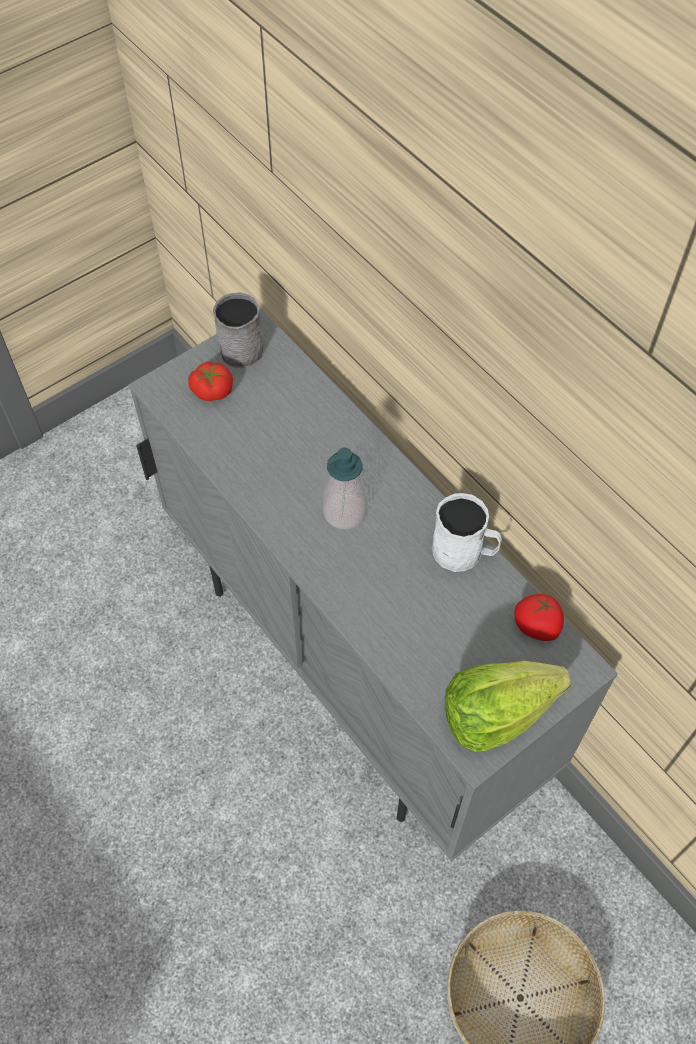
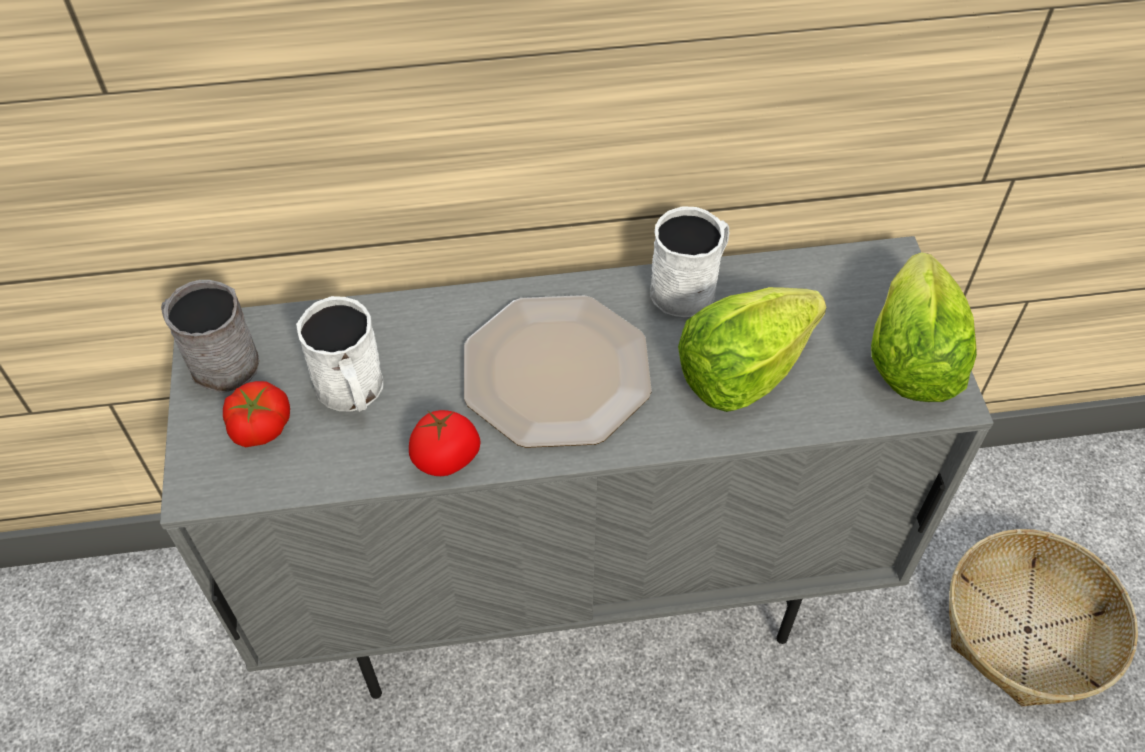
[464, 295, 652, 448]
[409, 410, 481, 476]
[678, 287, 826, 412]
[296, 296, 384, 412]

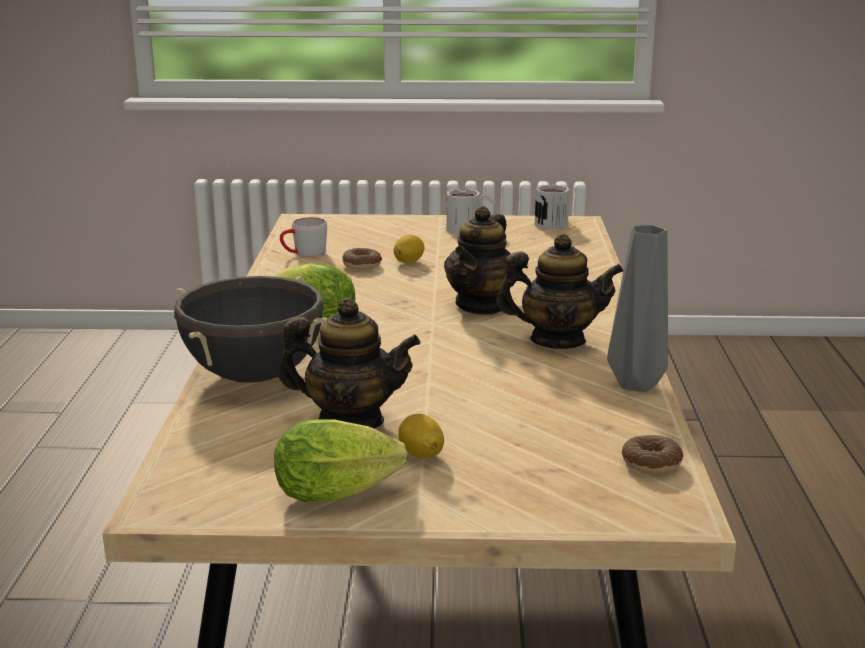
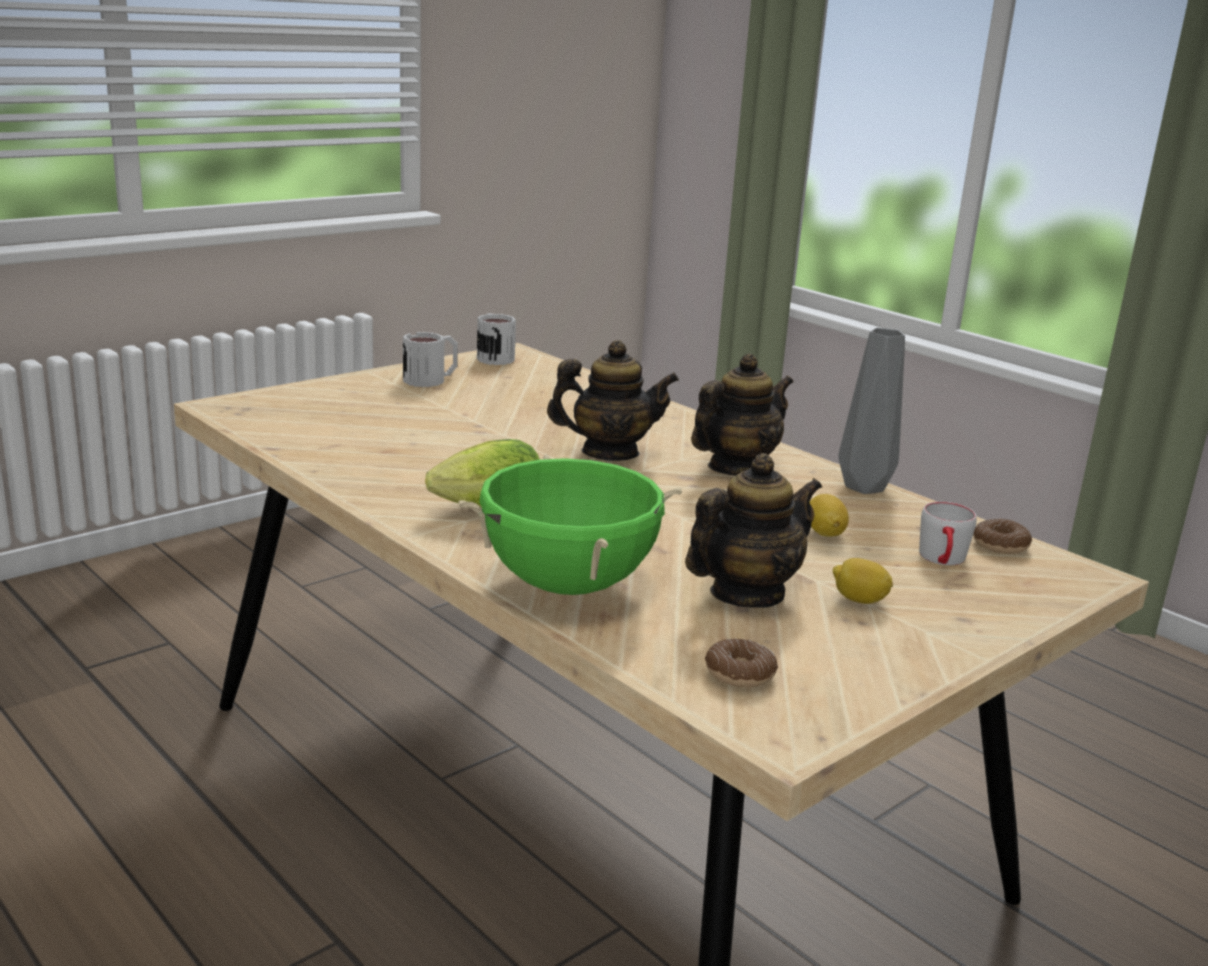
[547, 340, 679, 461]
[919, 502, 977, 565]
[810, 494, 849, 537]
[705, 639, 778, 687]
[458, 454, 682, 595]
[274, 420, 408, 502] (first image)

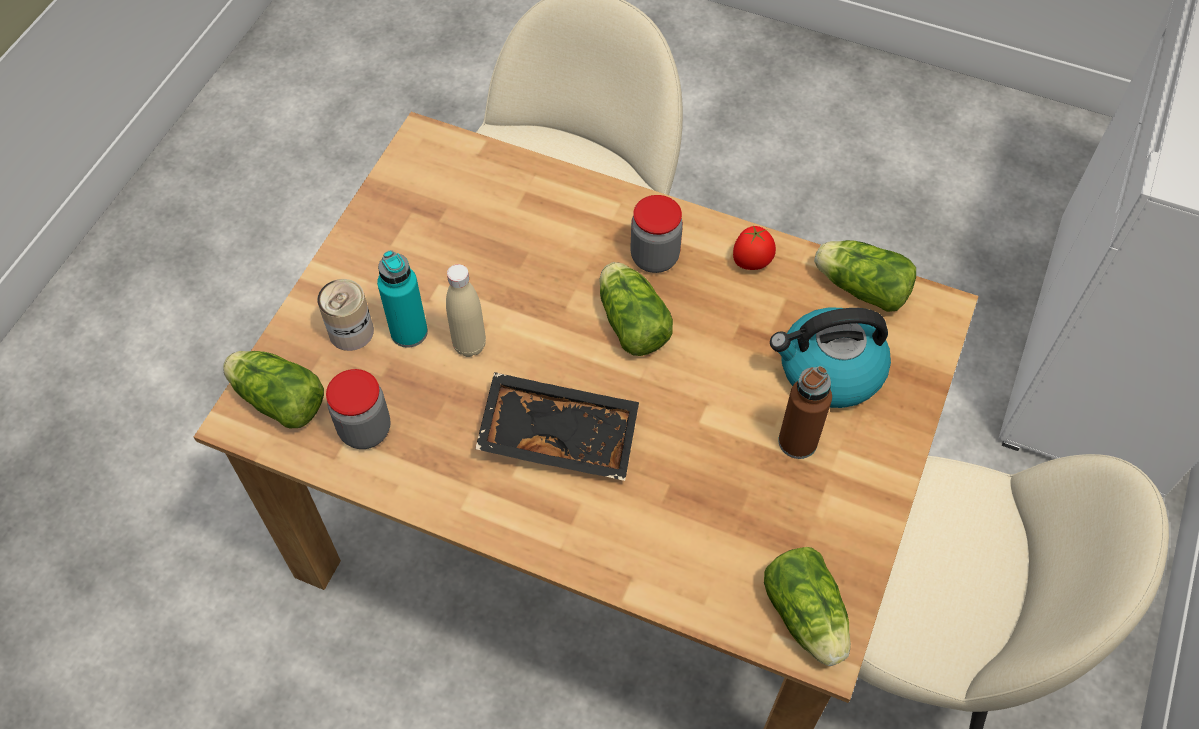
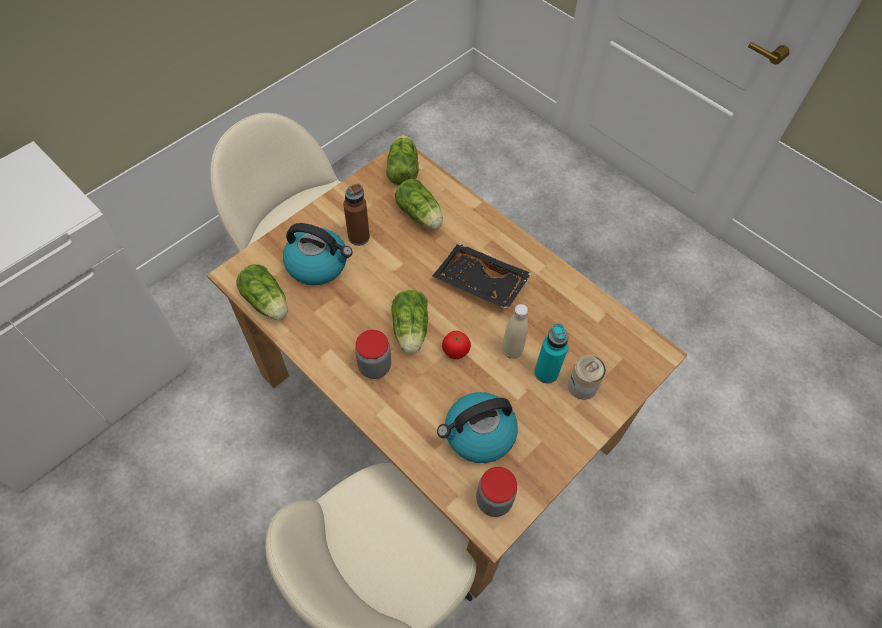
[442, 331, 471, 359]
[395, 179, 443, 229]
[476, 467, 517, 517]
[437, 392, 518, 463]

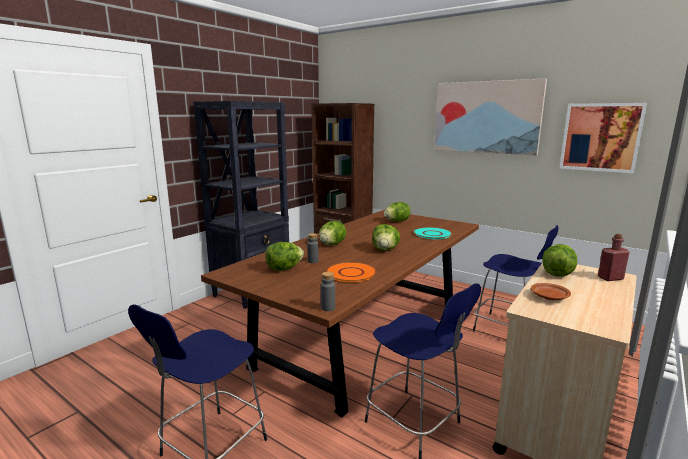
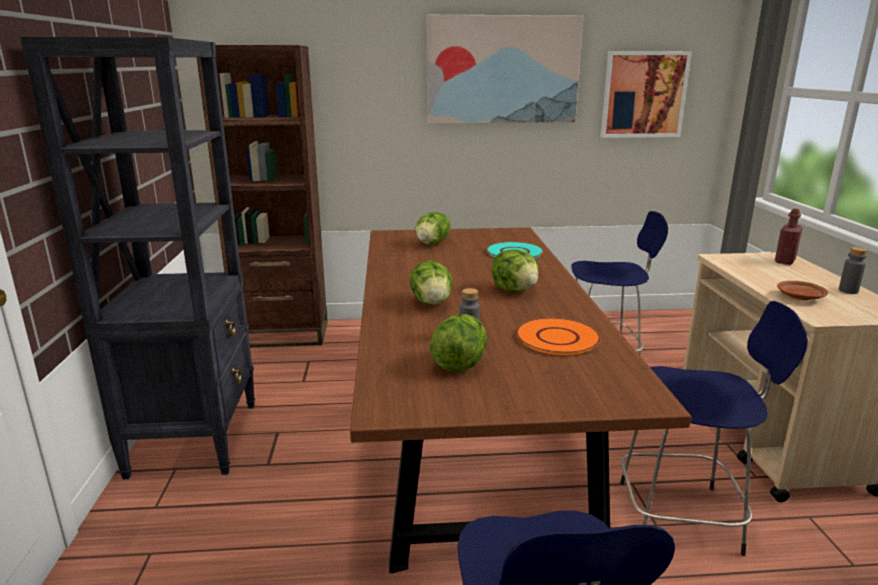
[542, 244, 577, 277] (first image)
[839, 247, 867, 294]

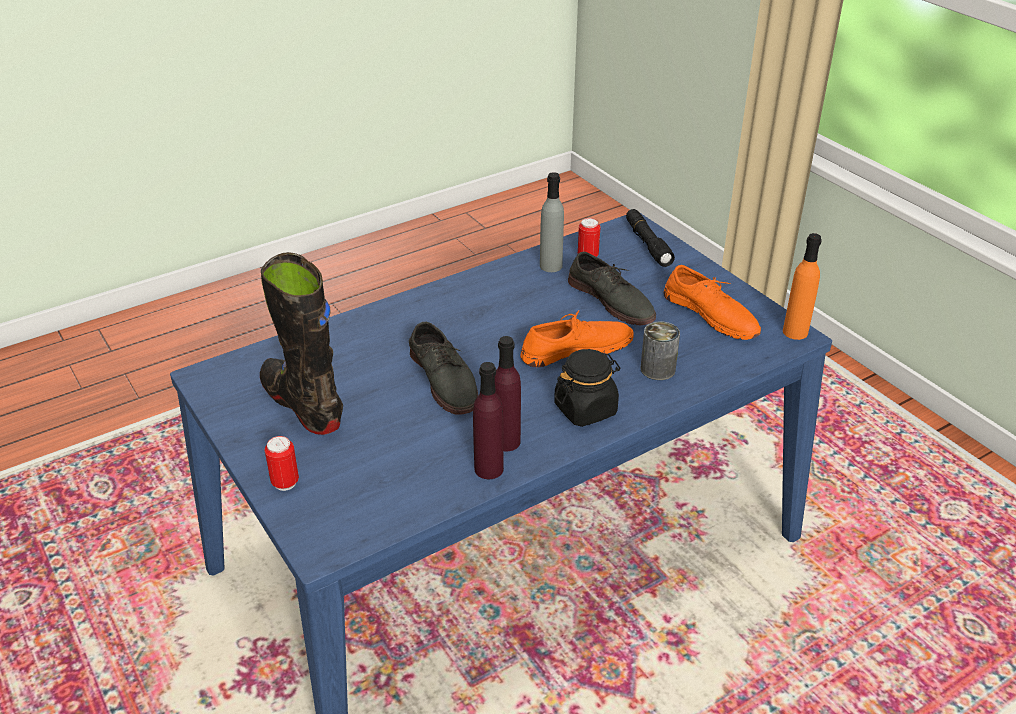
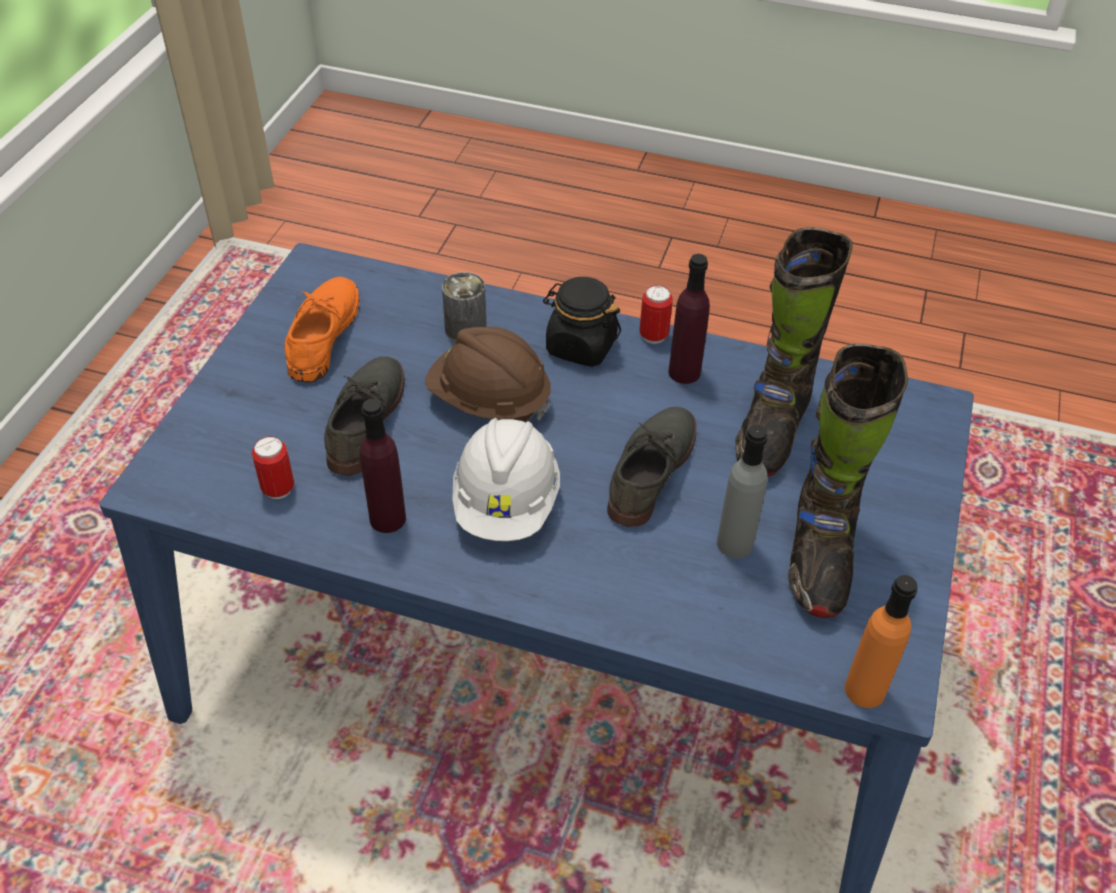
[717, 425, 768, 558]
[626, 209, 675, 267] (first image)
[845, 575, 918, 708]
[425, 327, 551, 422]
[360, 399, 406, 533]
[640, 285, 673, 344]
[735, 227, 853, 477]
[452, 418, 560, 541]

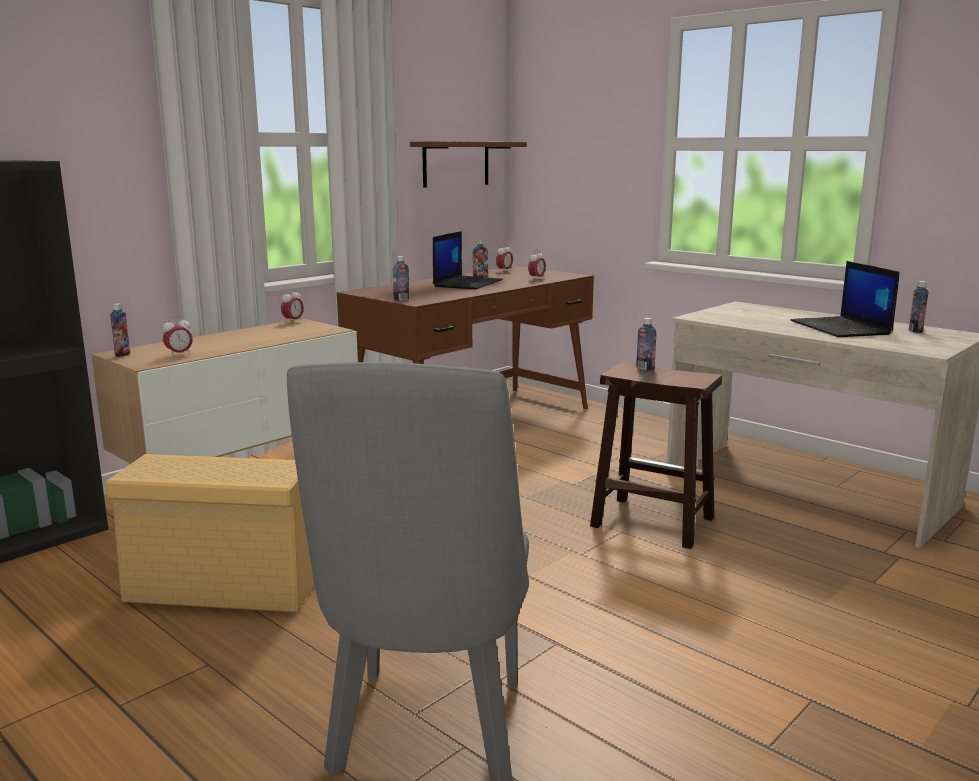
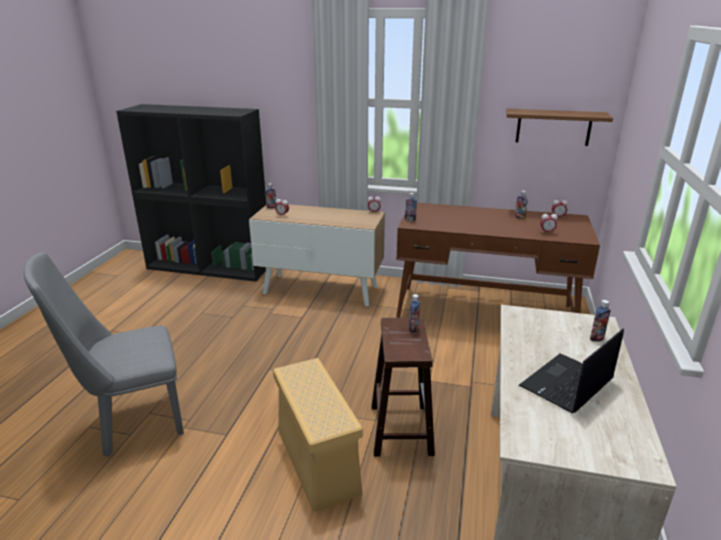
[433, 231, 503, 290] (first image)
[590, 300, 611, 342]
[273, 358, 363, 512]

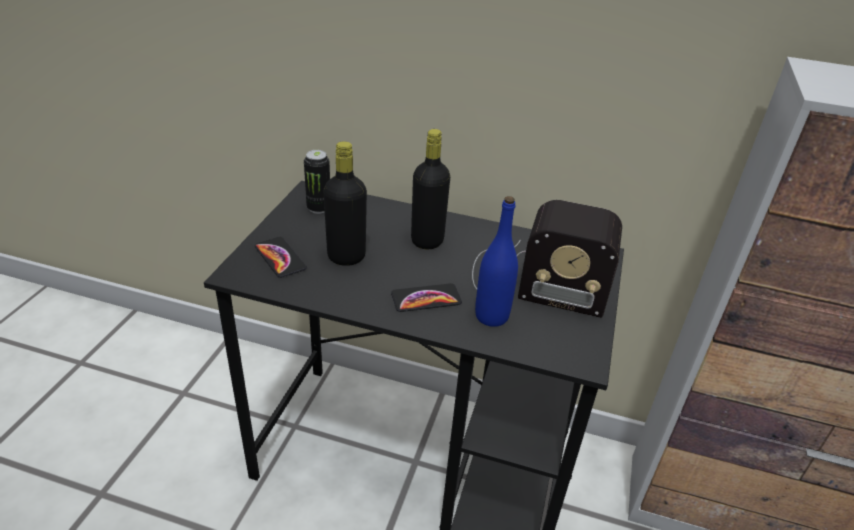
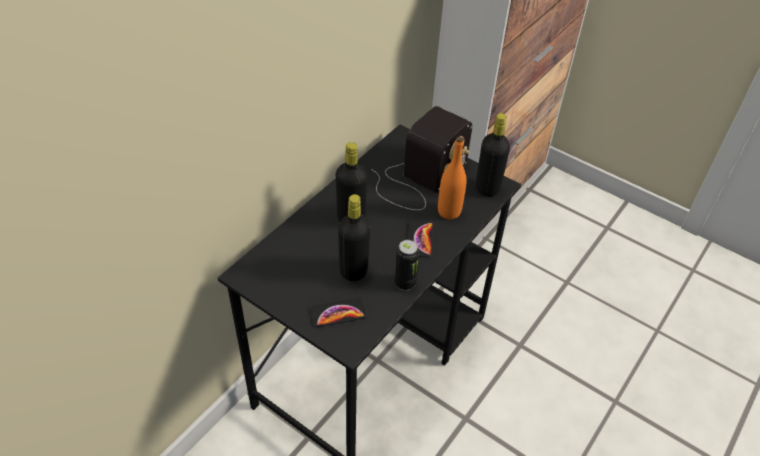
[394, 240, 420, 291]
[438, 137, 467, 219]
[476, 113, 510, 197]

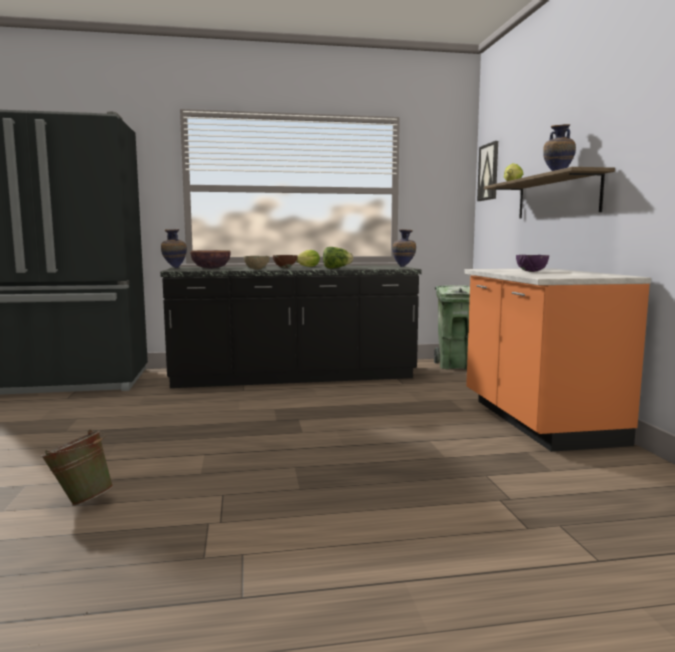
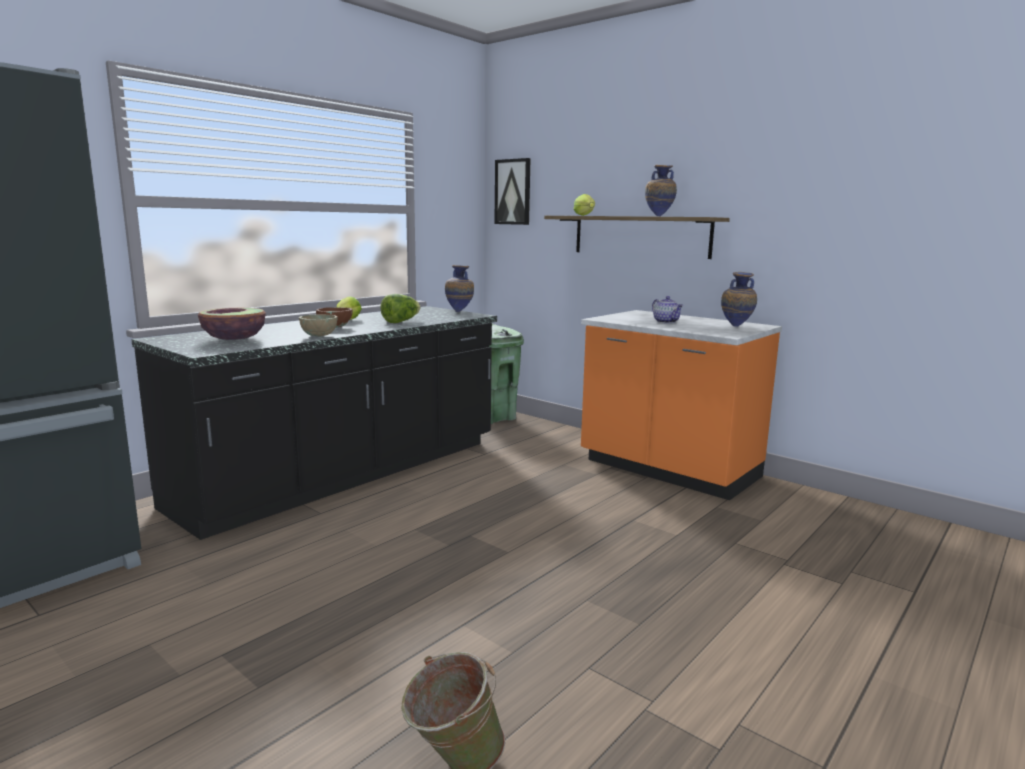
[721, 272, 757, 327]
[652, 296, 683, 324]

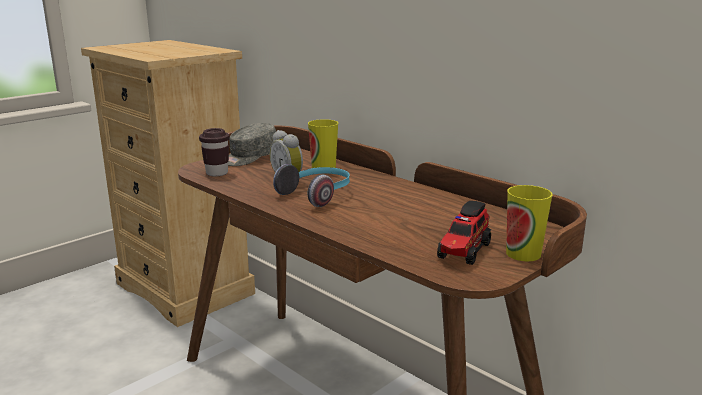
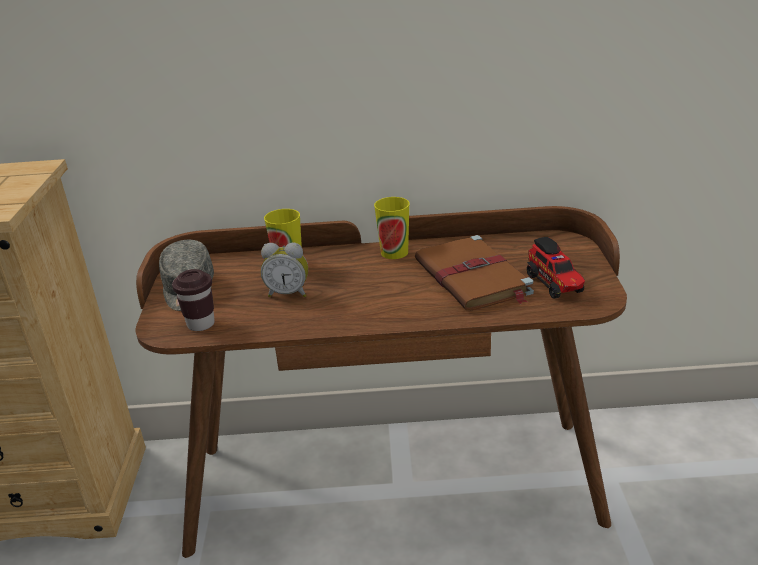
[273, 164, 350, 207] (first image)
[374, 197, 410, 259]
[415, 235, 534, 310]

